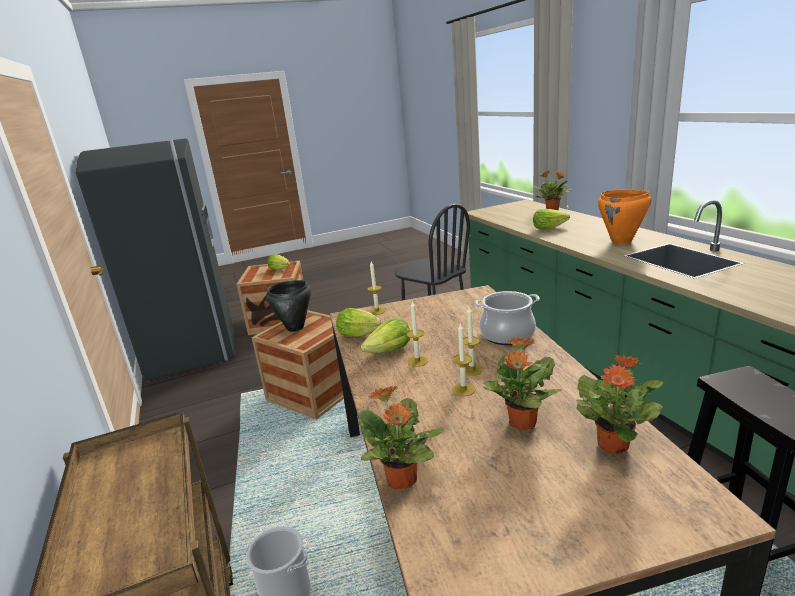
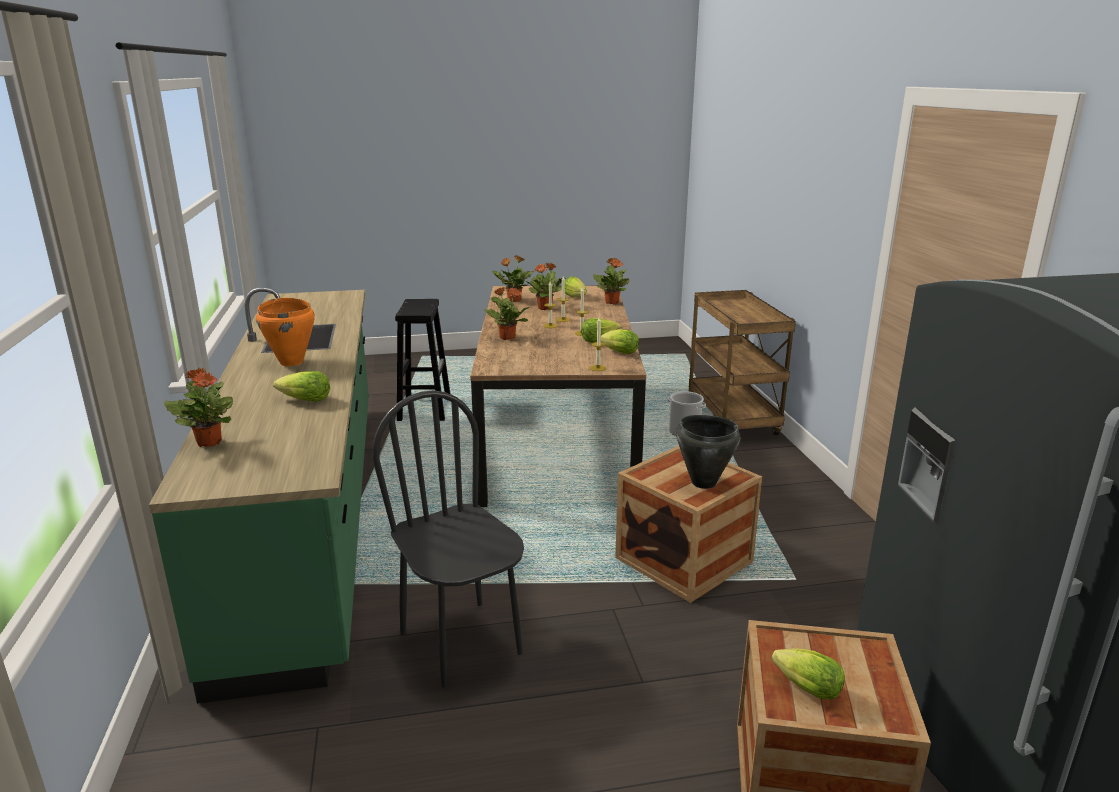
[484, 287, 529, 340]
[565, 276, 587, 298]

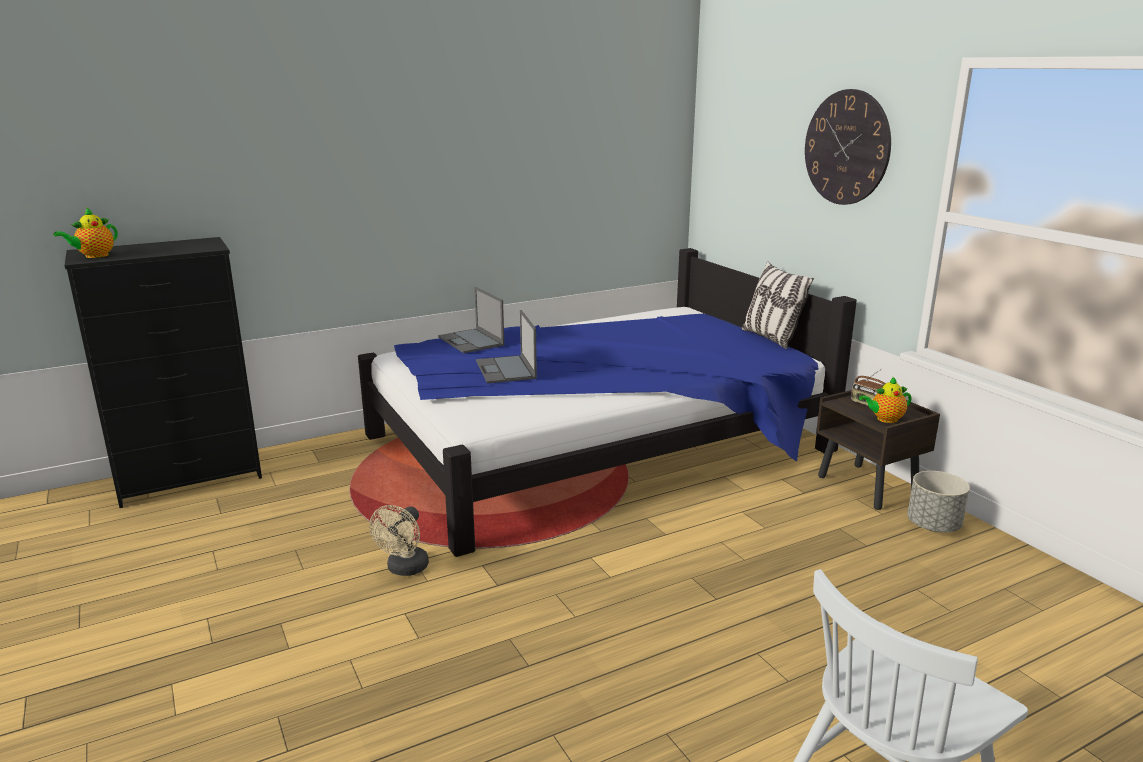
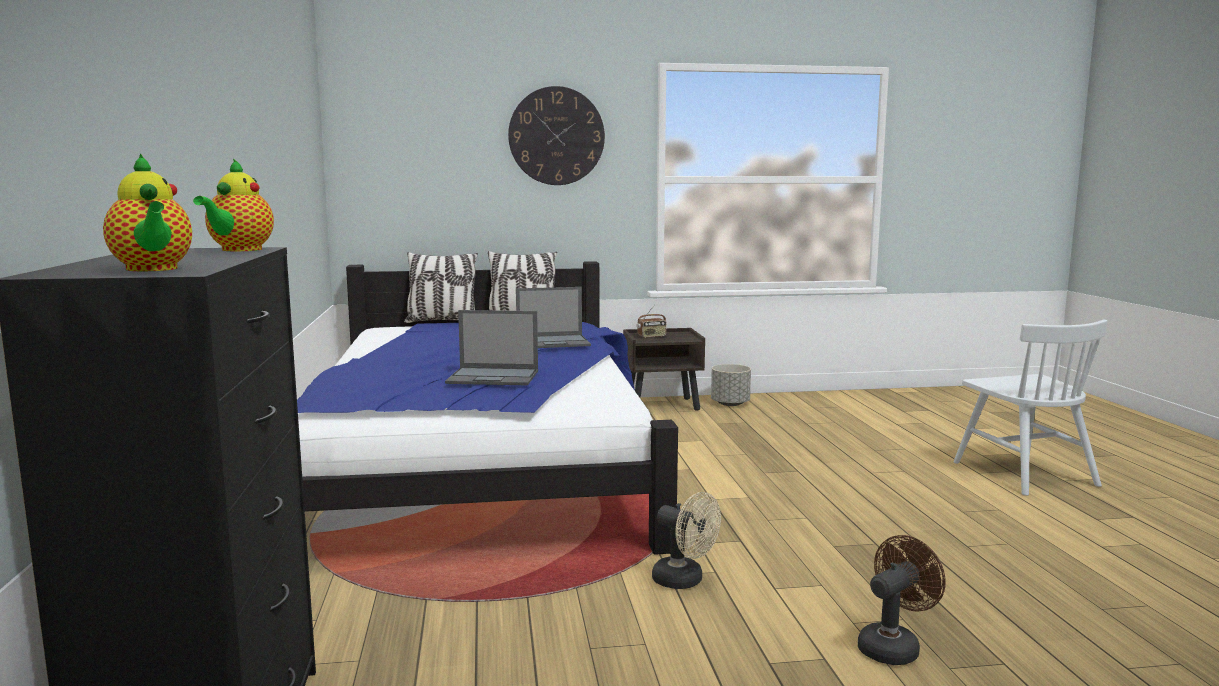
[516, 287, 591, 348]
[193, 158, 274, 251]
[404, 252, 478, 323]
[858, 535, 946, 665]

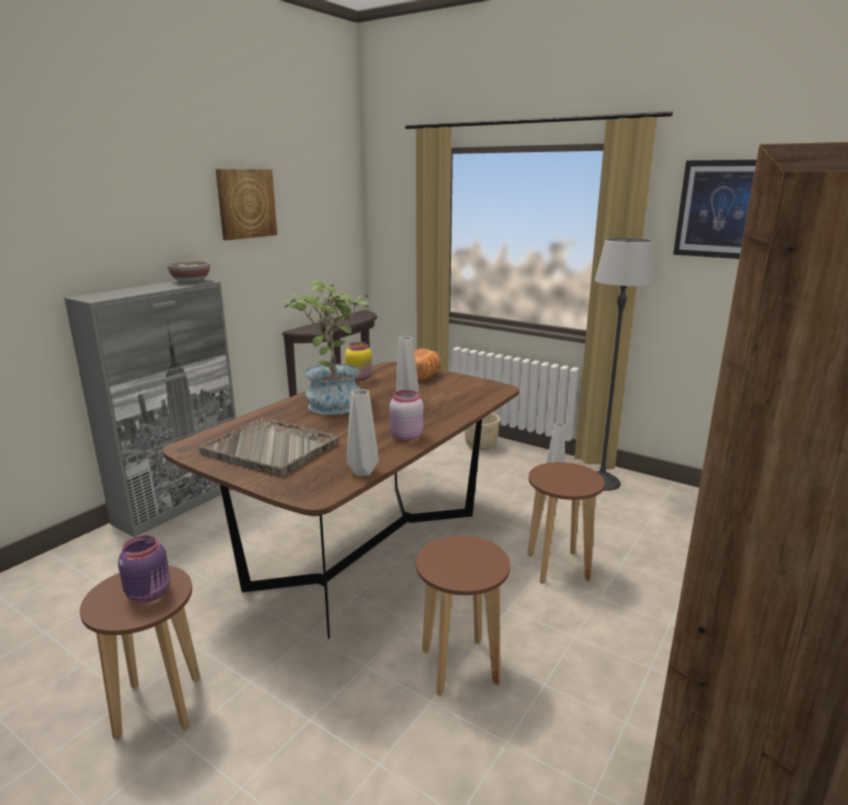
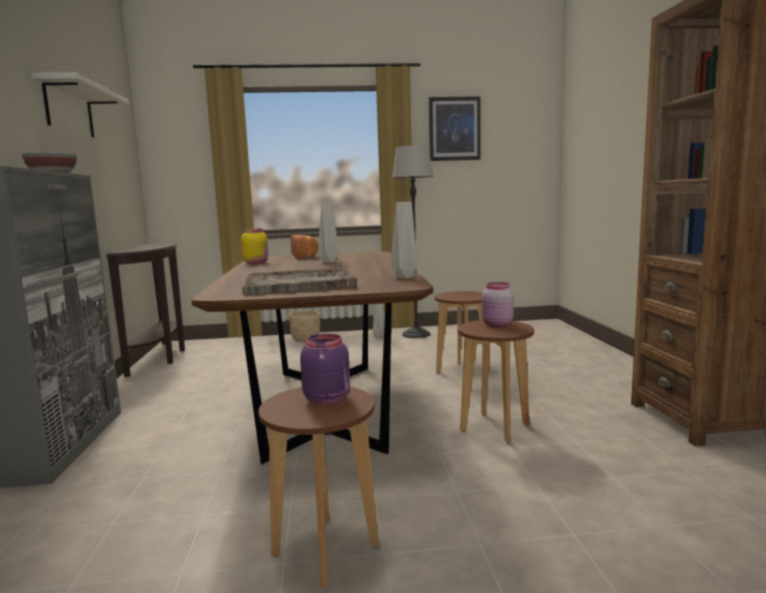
[32, 72, 129, 137]
[285, 280, 370, 415] (first image)
[482, 282, 514, 327]

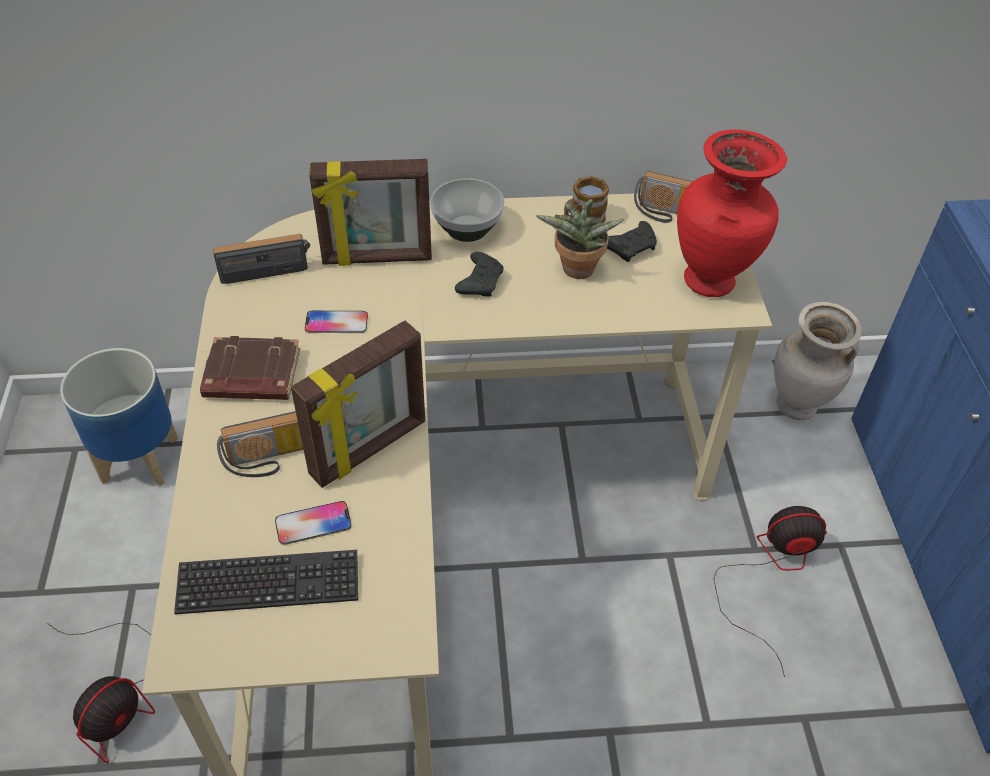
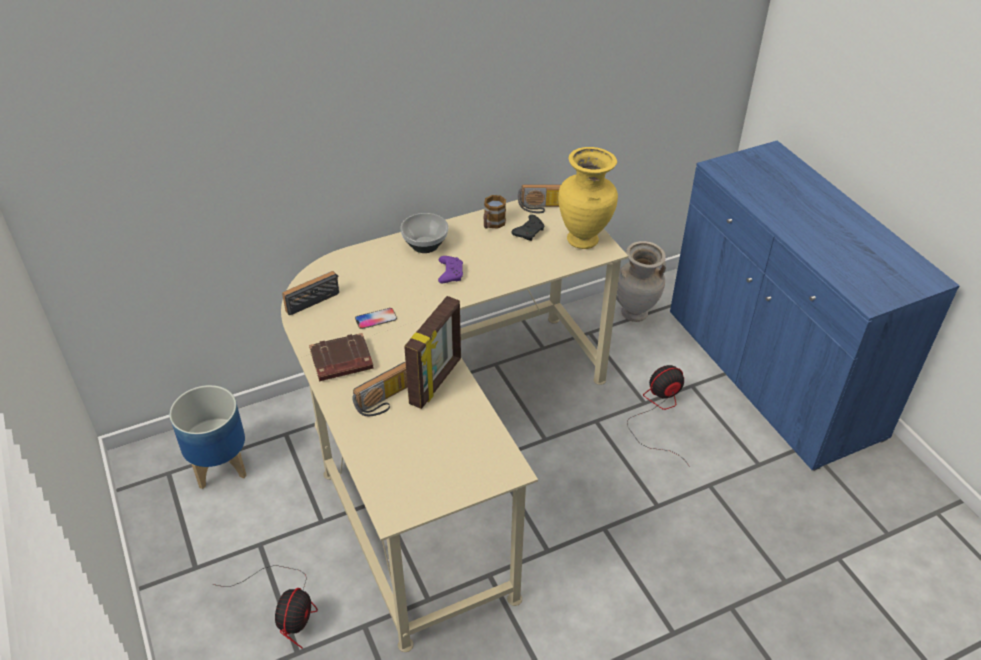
[558, 147, 618, 249]
[309, 159, 432, 266] (first image)
[536, 199, 624, 279] (first image)
[438, 256, 463, 283]
[275, 501, 352, 545] (first image)
[174, 550, 358, 614] (first image)

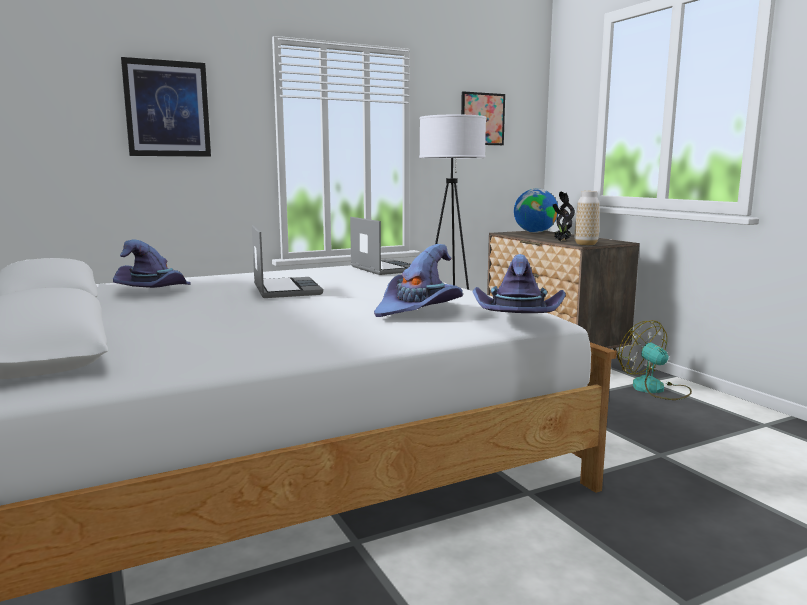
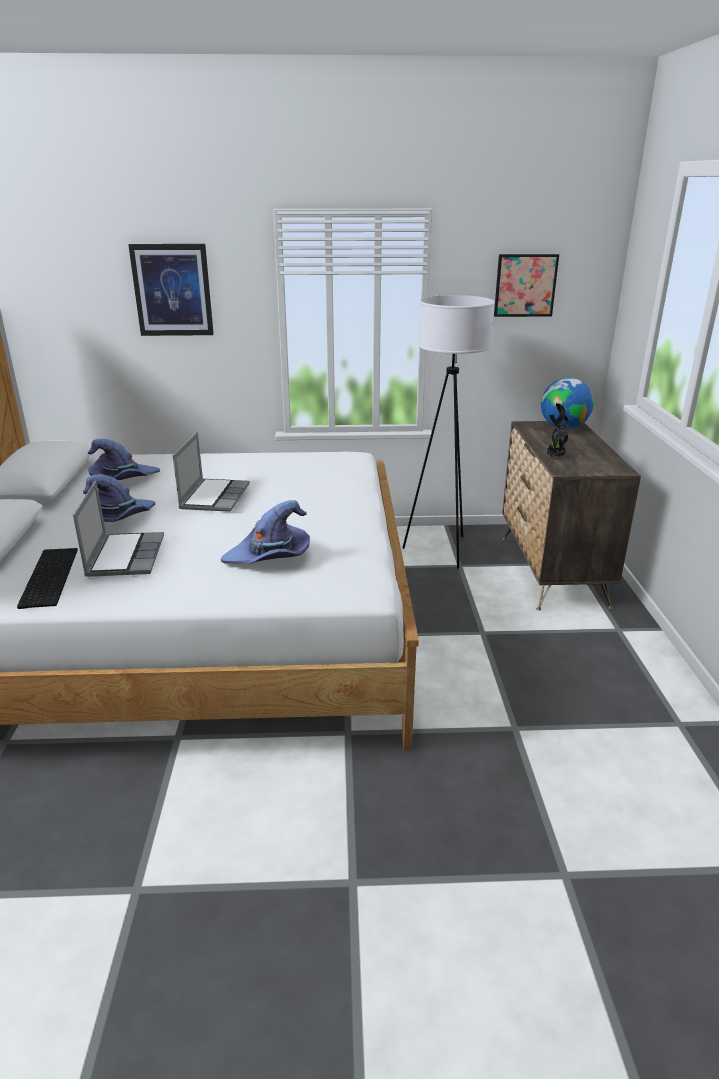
[574, 191, 599, 245] (first image)
[73, 481, 164, 577]
[83, 474, 155, 522]
[618, 320, 692, 400] (first image)
[17, 548, 78, 609]

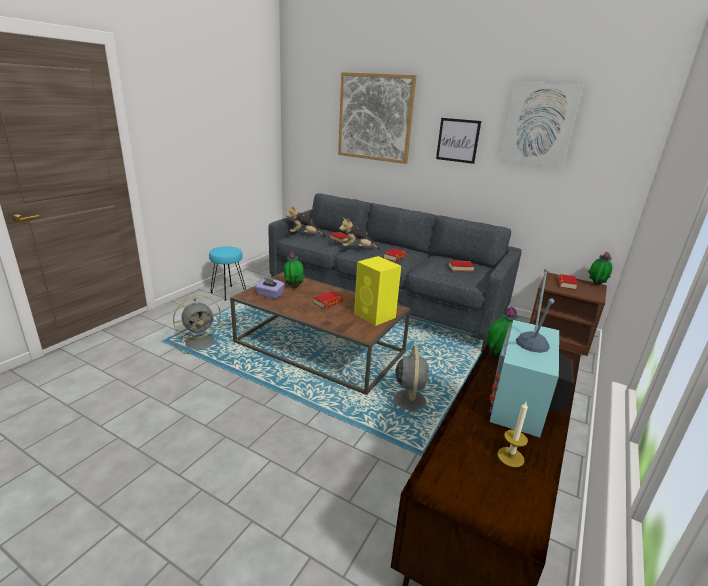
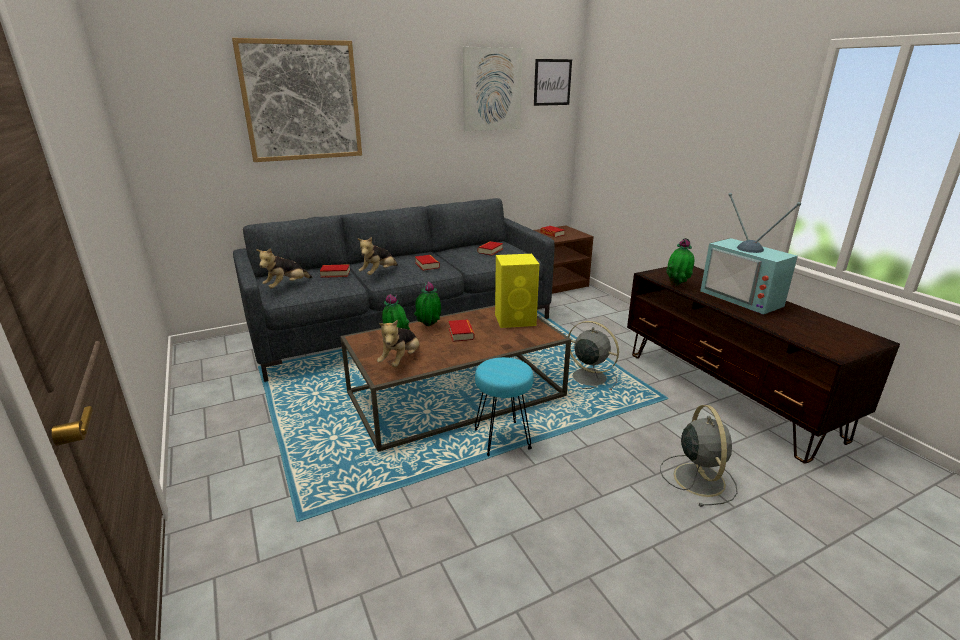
[534, 59, 572, 106]
[475, 357, 534, 457]
[414, 282, 441, 326]
[377, 320, 419, 367]
[660, 405, 738, 507]
[497, 402, 528, 467] (first image)

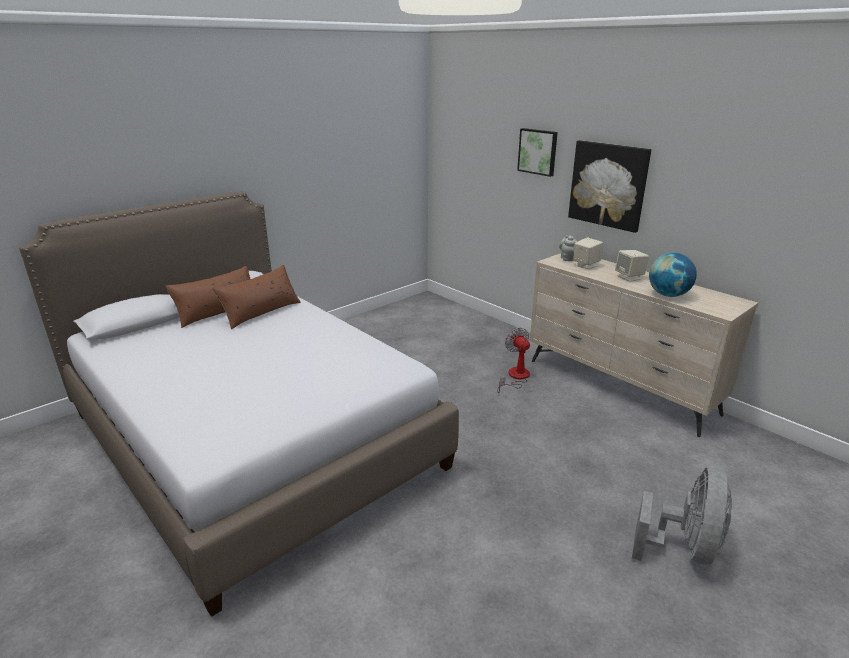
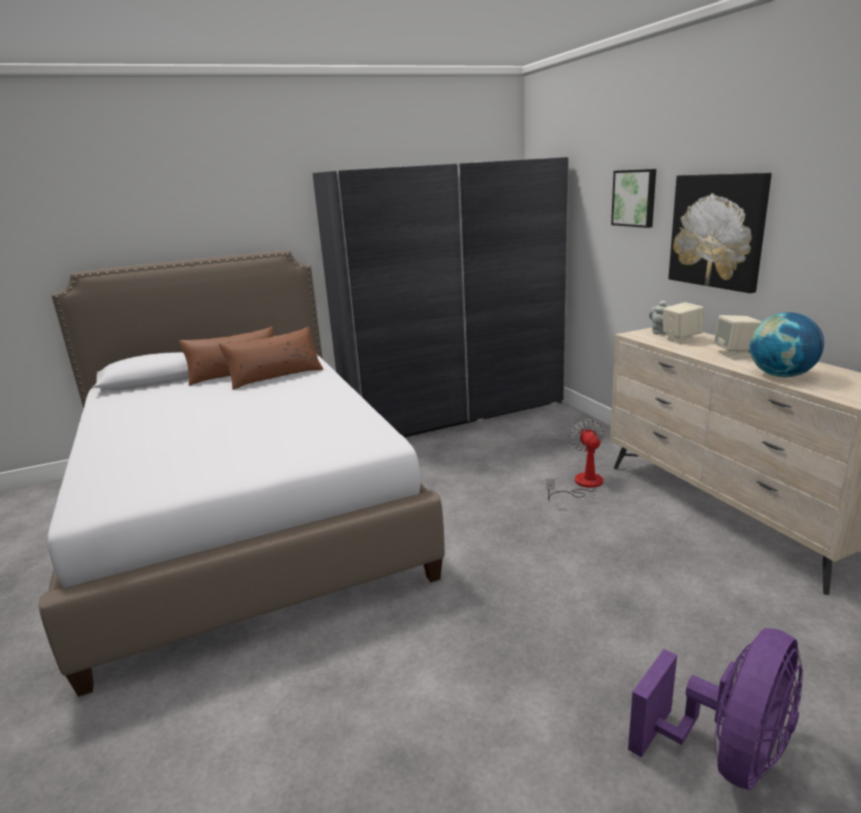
[628, 628, 803, 790]
[313, 157, 569, 437]

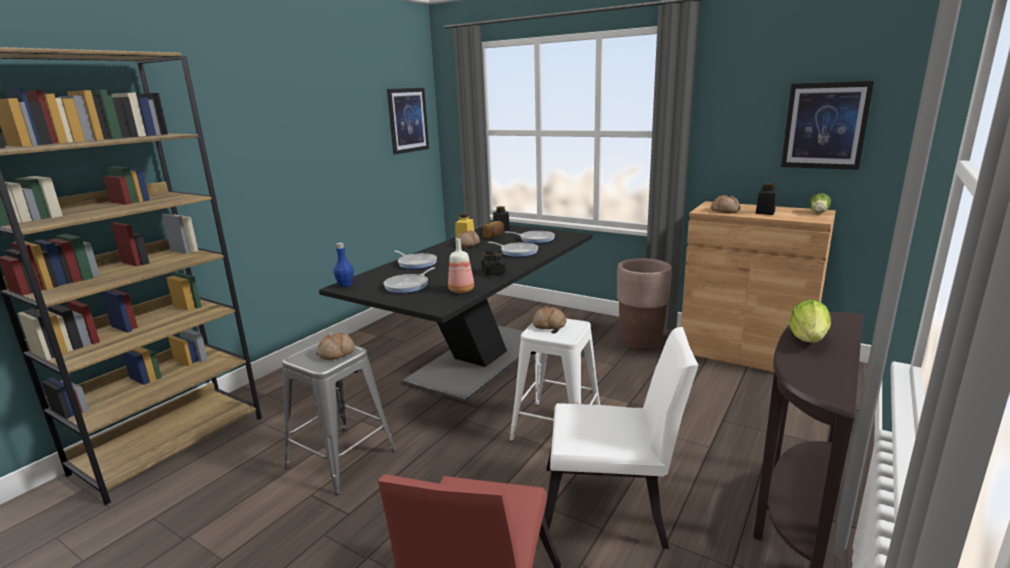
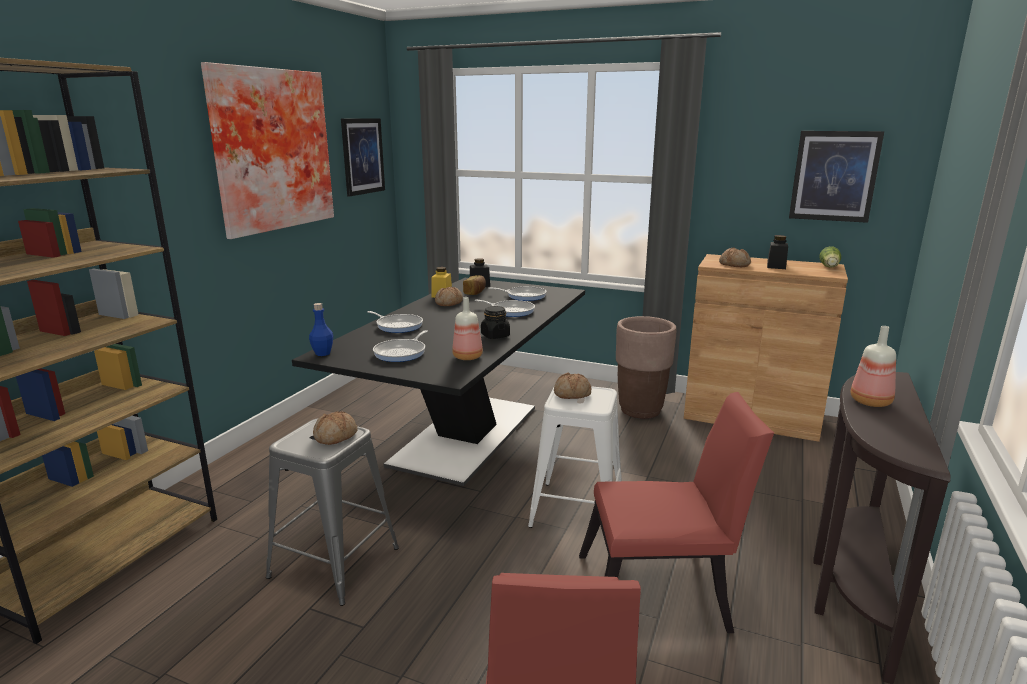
[850, 326, 896, 407]
[579, 392, 774, 633]
[201, 62, 334, 239]

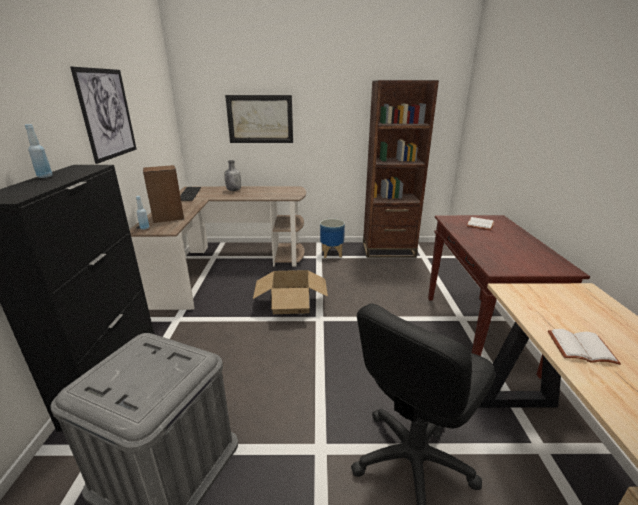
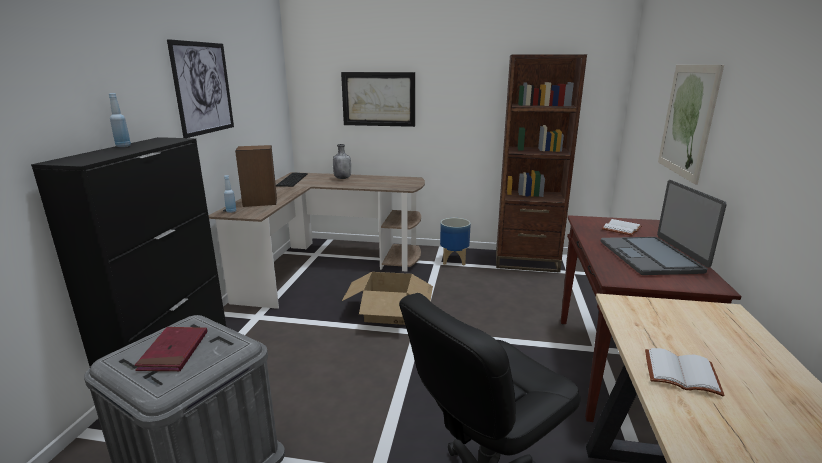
[658, 65, 724, 185]
[601, 180, 727, 275]
[134, 327, 207, 372]

